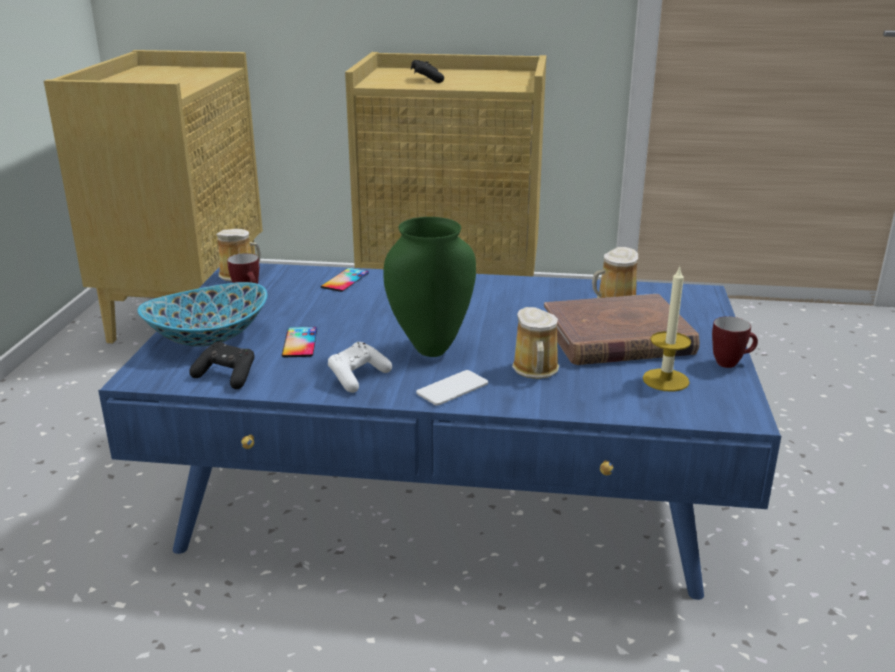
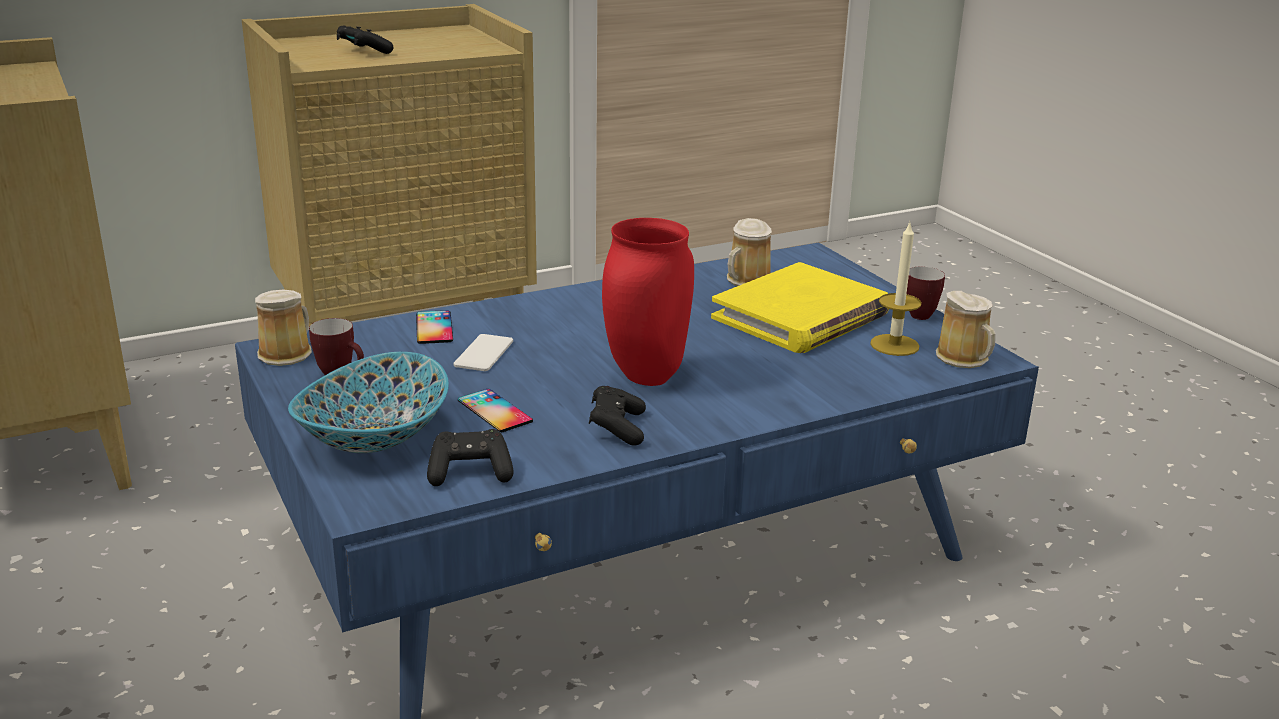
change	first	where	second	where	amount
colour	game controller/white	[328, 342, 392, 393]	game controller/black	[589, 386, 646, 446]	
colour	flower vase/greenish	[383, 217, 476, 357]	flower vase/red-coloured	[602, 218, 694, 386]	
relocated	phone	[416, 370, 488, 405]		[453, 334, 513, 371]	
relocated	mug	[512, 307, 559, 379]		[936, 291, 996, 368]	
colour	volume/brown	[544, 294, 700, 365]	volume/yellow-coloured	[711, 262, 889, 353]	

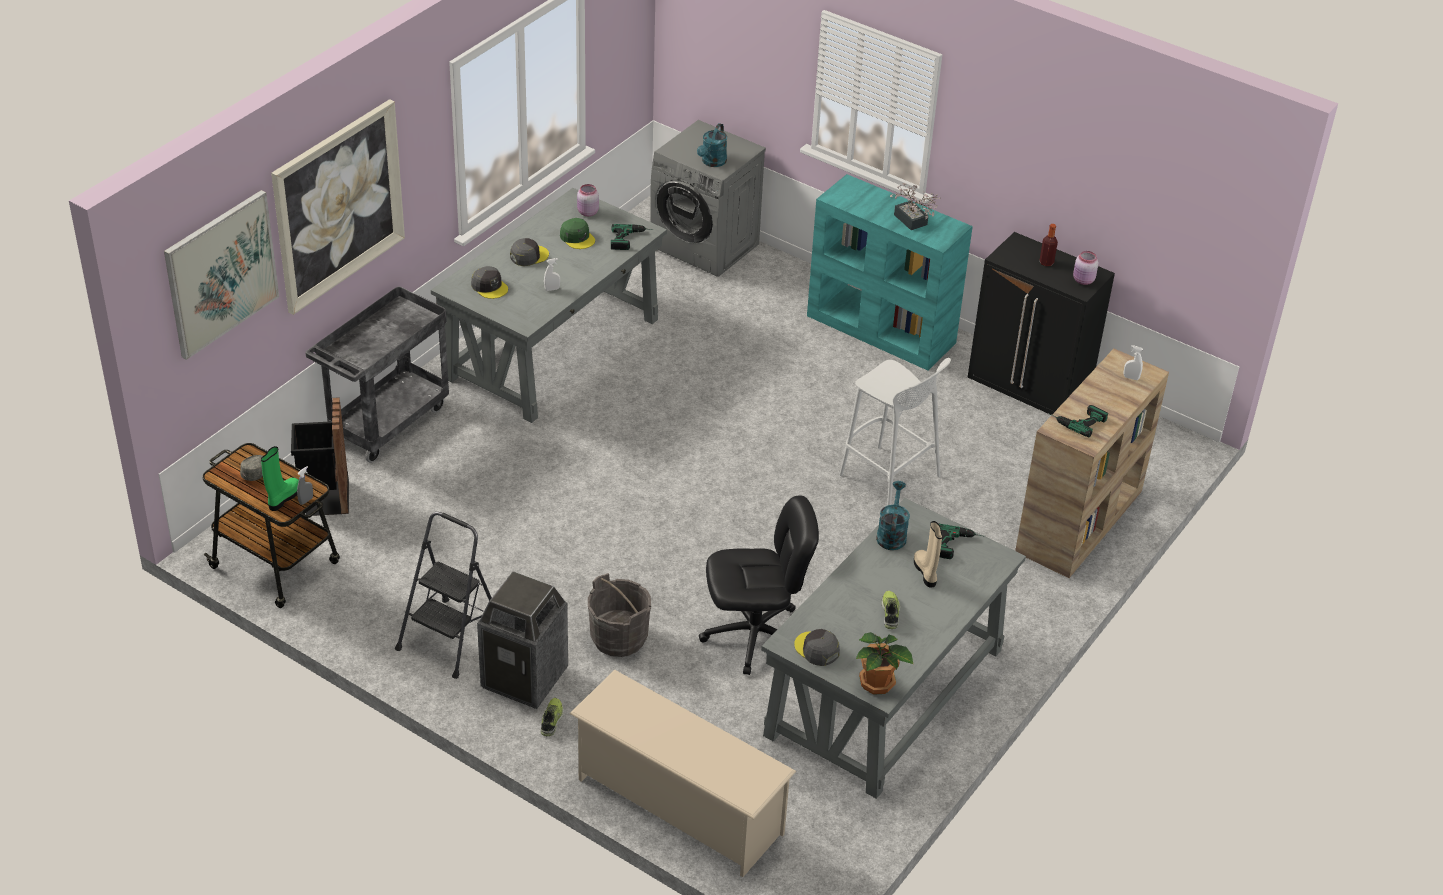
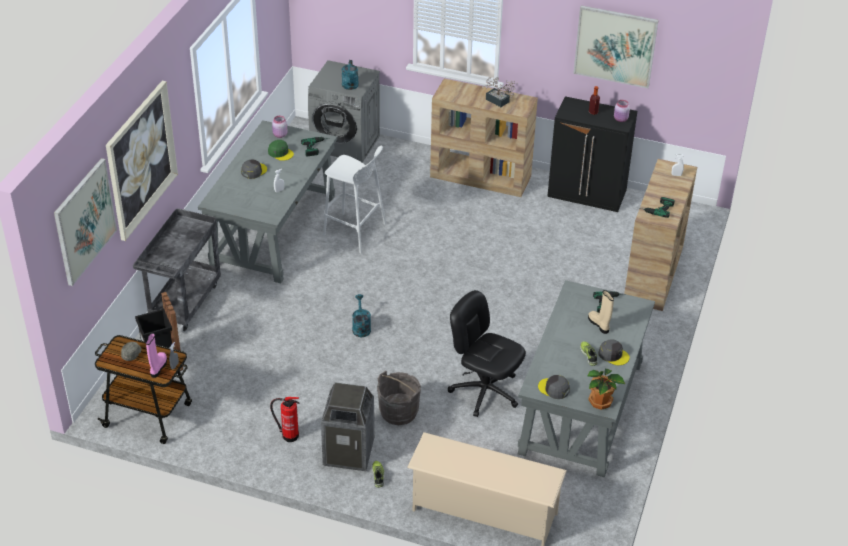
change	first	where	second	where	amount
colour	tall boot/greenish	[261, 446, 299, 511]	tall boot/pink	[146, 333, 167, 378]	
exchanged	stepladder/black	[395, 512, 492, 679]	extinguisher	[270, 397, 299, 442]	
relocated	peaked cap/greyish	[471, 266, 508, 299]		[598, 339, 630, 365]	
spun	computer chair/black	[699, 495, 819, 675]		[448, 290, 526, 417]	120 degrees counterclockwise
colour	bookshelf/blue-green	[807, 174, 973, 371]	bookshelf/brown	[430, 79, 538, 197]	
relocated	stool/white	[839, 358, 951, 505]		[323, 146, 386, 253]	
relocated	watering pot/blue-green	[876, 481, 910, 550]		[352, 294, 371, 337]	
appeared			wall picture	[573, 5, 659, 88]	

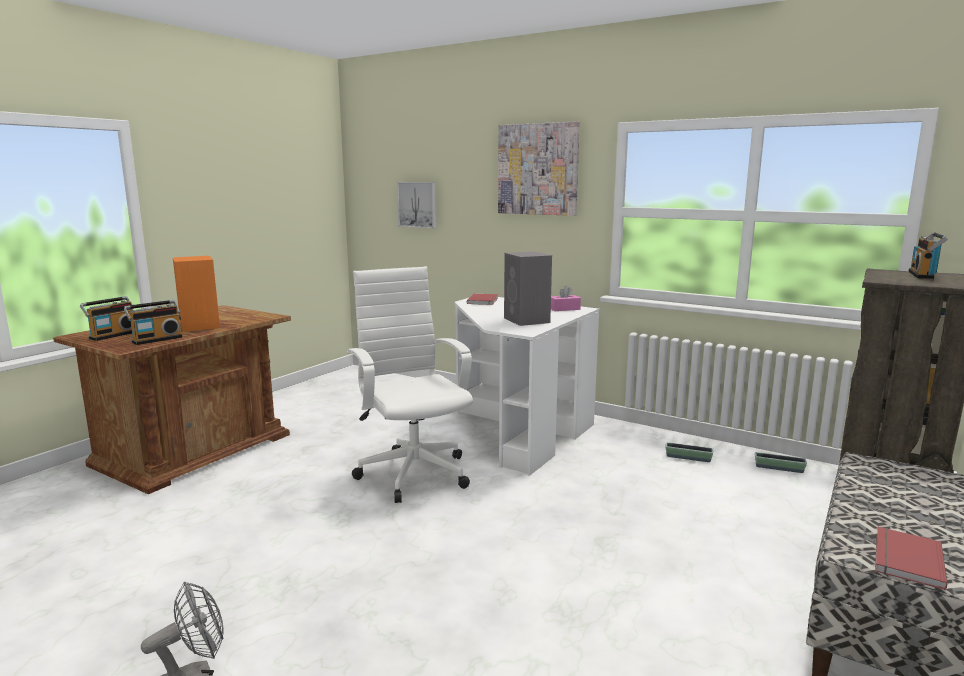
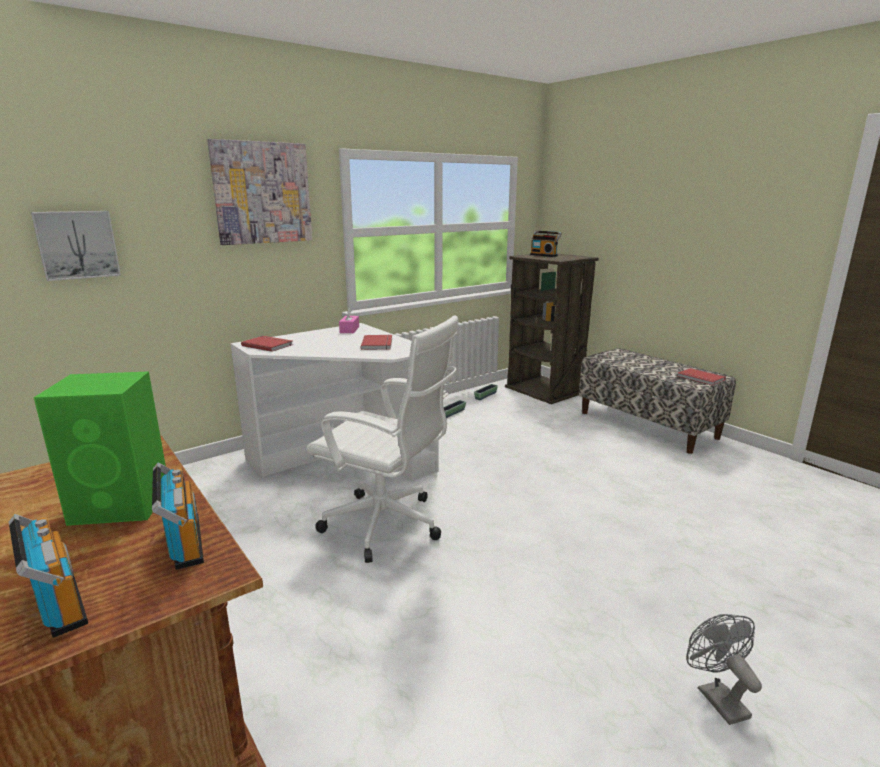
change	first	where	second	where	amount
colour	loudspeaker/orange-coloured	[173, 256, 220, 332]	loudspeaker/greenish	[34, 371, 166, 526]	
spun	computer chair/white	[347, 266, 473, 503]		[306, 315, 458, 563]	150 degrees counterclockwise
exchanged	loudspeaker/greyish	[504, 251, 552, 326]	volume/red-coloured	[360, 335, 392, 350]	

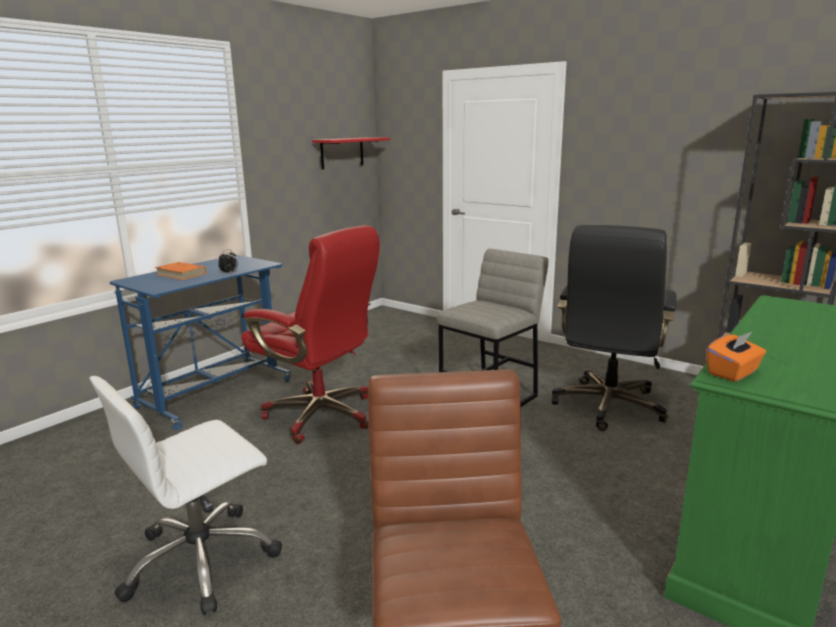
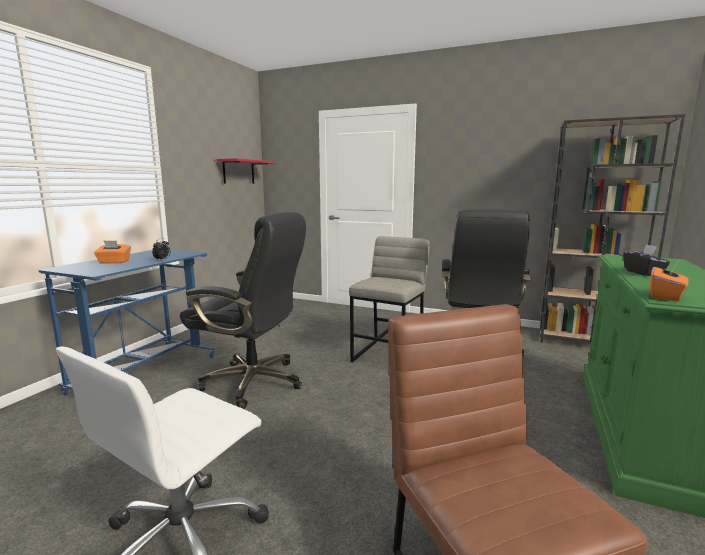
change	first	where	second	where	amount
exchanged	volume/orange-coloured	[155, 262, 206, 280]	tissue box/orange-coloured	[94, 240, 131, 264]	
colour	computer chair/red-coloured	[241, 225, 380, 444]	computer chair/black	[180, 212, 306, 409]	
appeared			tissue box/black	[623, 244, 670, 276]	

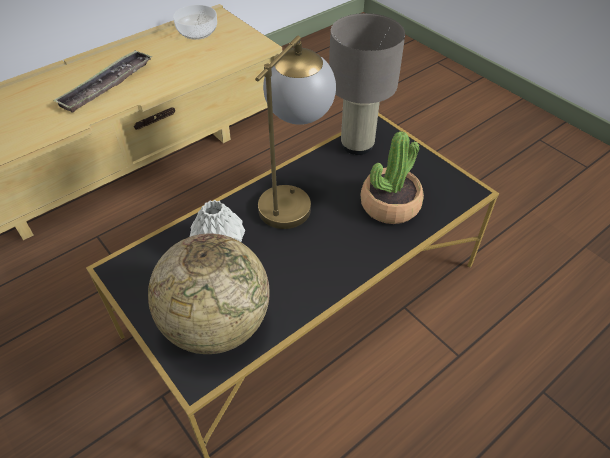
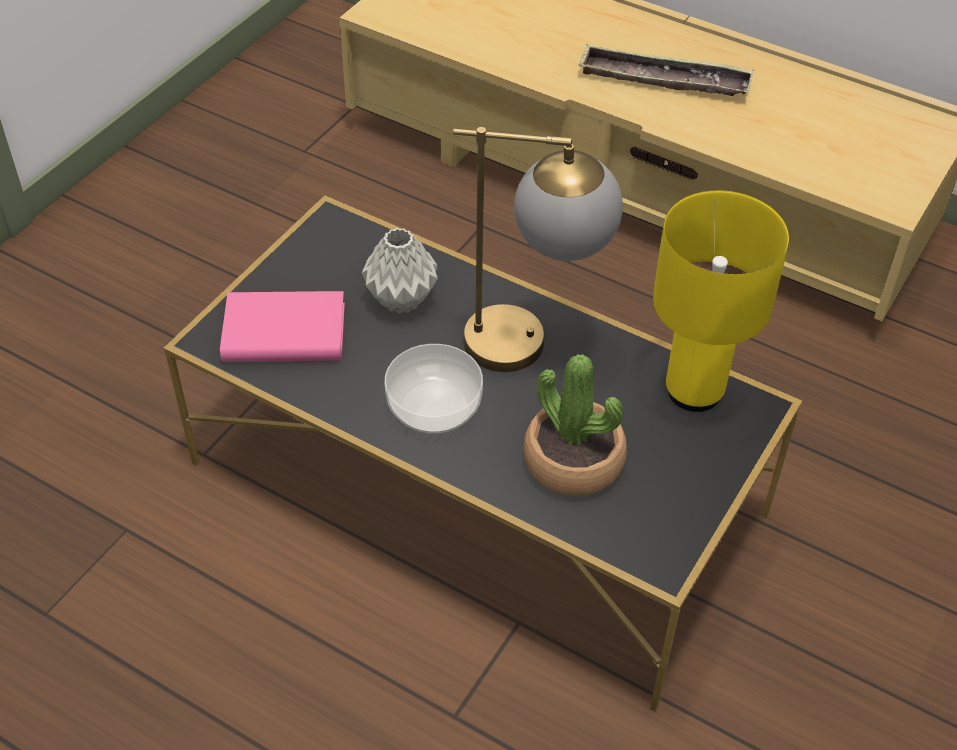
change	first	where	second	where	amount
exchanged	desk globe	[148, 233, 270, 354]	volume/pink	[220, 291, 345, 362]	
relocated	serving bowl	[173, 5, 217, 40]		[384, 344, 483, 433]	
colour	table lamp/greyish	[329, 13, 405, 155]	table lamp/yellow-coloured	[653, 190, 789, 412]	

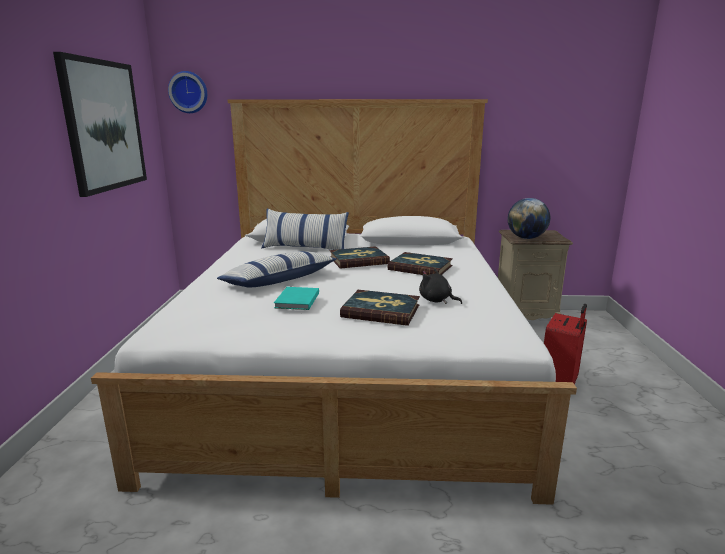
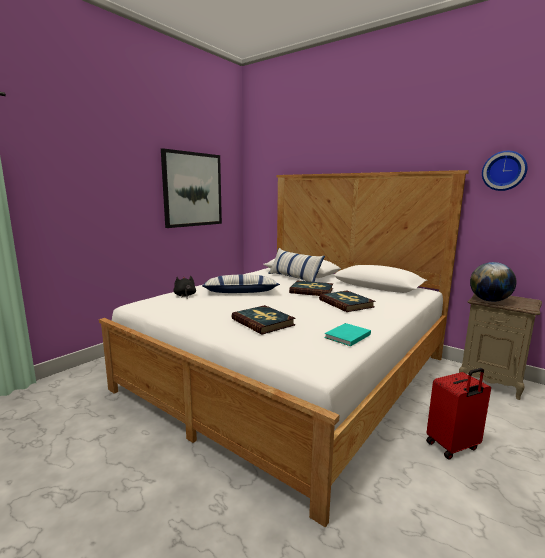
change	first	where	second	where	amount
relocated	clock on the wall	[168, 71, 207, 113]		[482, 151, 528, 191]	
relocated	volume/blue-green	[274, 287, 319, 310]		[324, 323, 371, 346]	
relocated	cuddly toy/black	[419, 268, 462, 304]		[173, 276, 196, 298]	

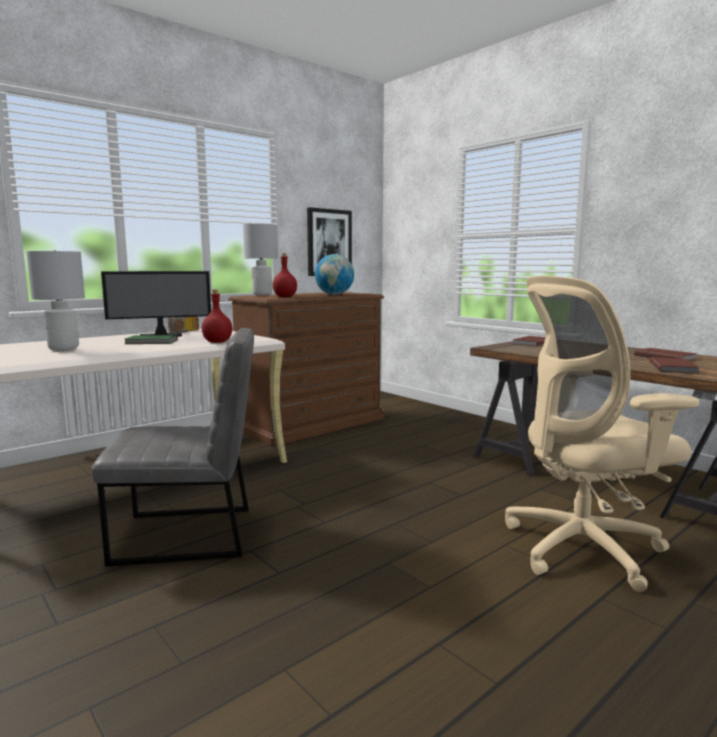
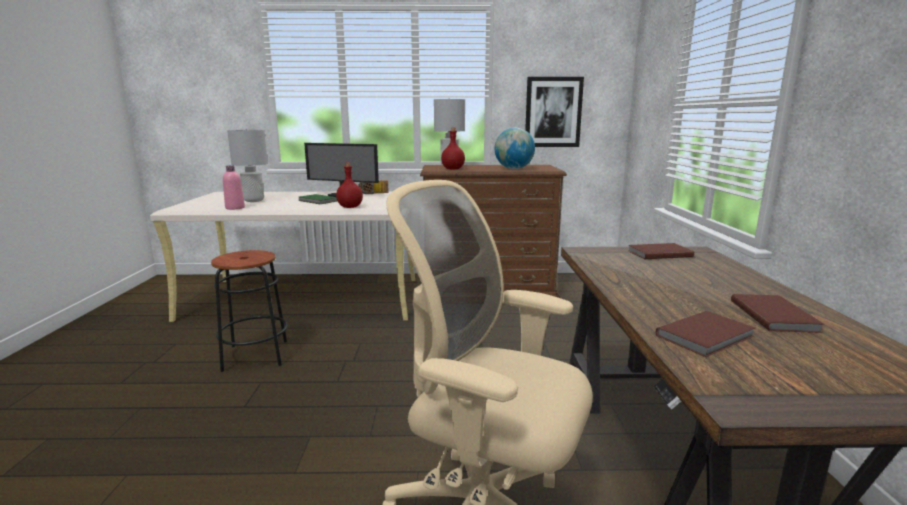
change	first	where	second	where	amount
exchanged	upright chair/greyish	[92, 328, 254, 567]	stool/black	[211, 250, 288, 372]	
appeared			bottle/pink	[223, 166, 245, 210]	

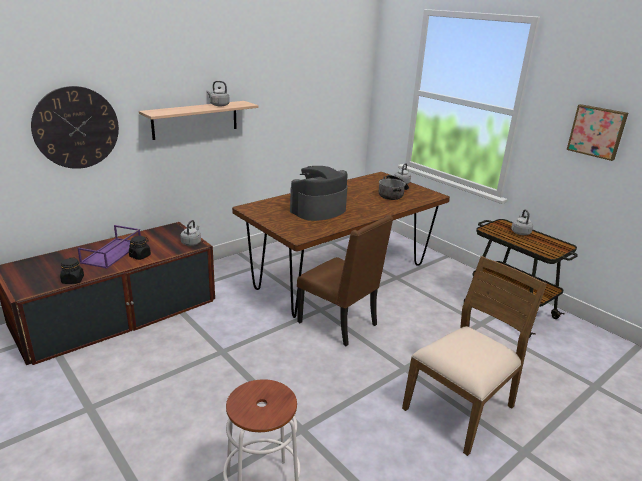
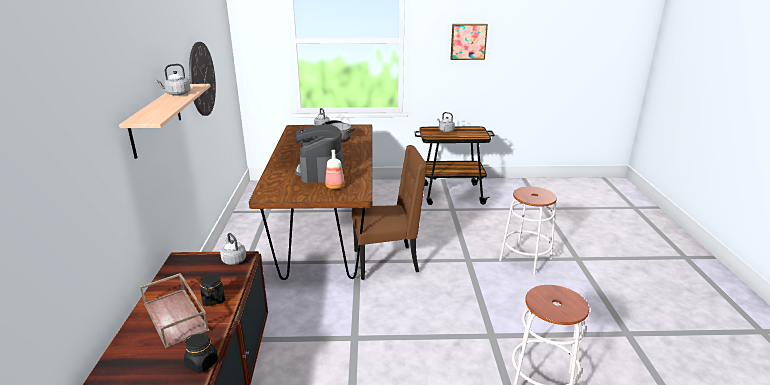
change	first	where	second	where	amount
relocated	clock on the wall	[31, 86, 119, 169]		[189, 42, 216, 116]	
colour	carrying tray/purple-coloured	[77, 225, 141, 269]	carrying tray/brown	[140, 273, 209, 348]	
exchanged	upright chair/brown	[402, 256, 547, 456]	stool/white	[499, 186, 557, 275]	
appeared			bottle	[325, 150, 345, 189]	

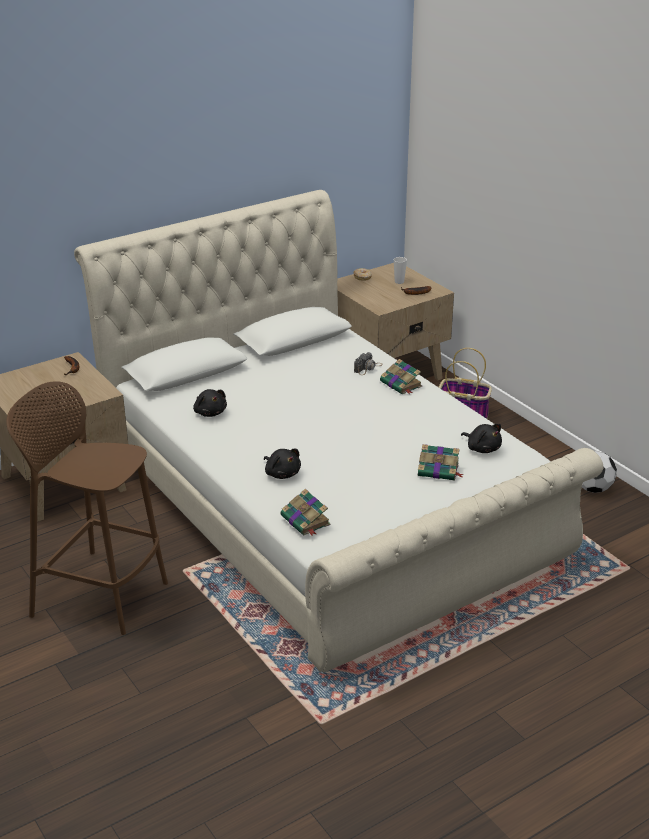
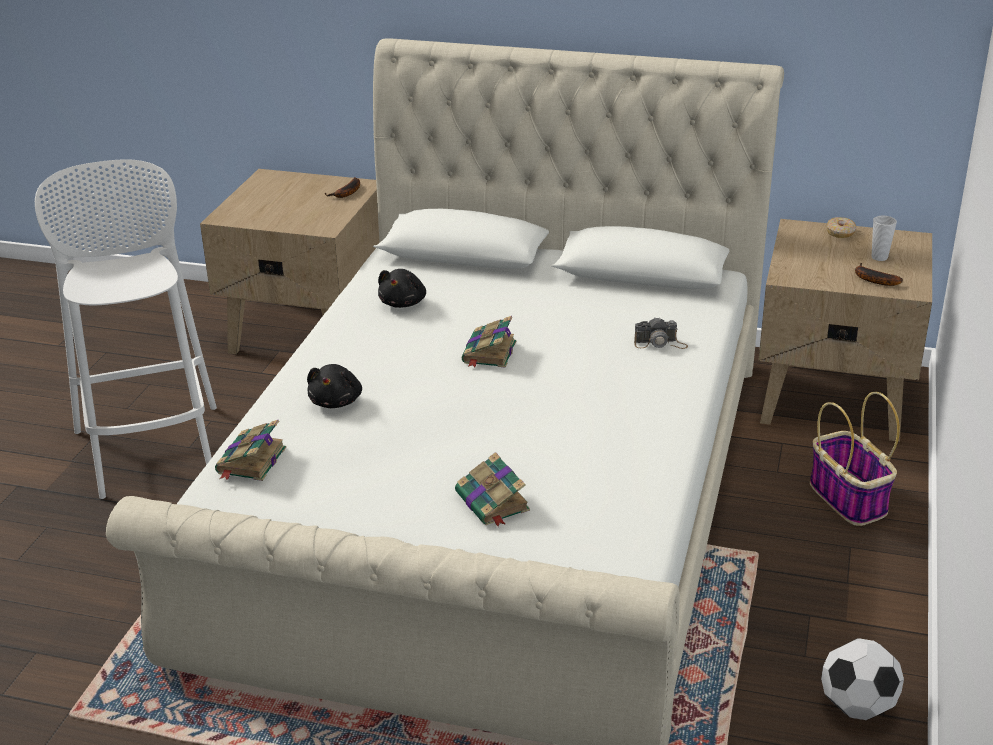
change	first	where	second	where	amount
colour	stool/brown	[6, 381, 168, 635]	stool/white	[35, 159, 217, 499]	
relocated	volume	[380, 359, 422, 394]		[462, 316, 516, 368]	
missing	cuddly toy/black	[461, 424, 502, 453]			

